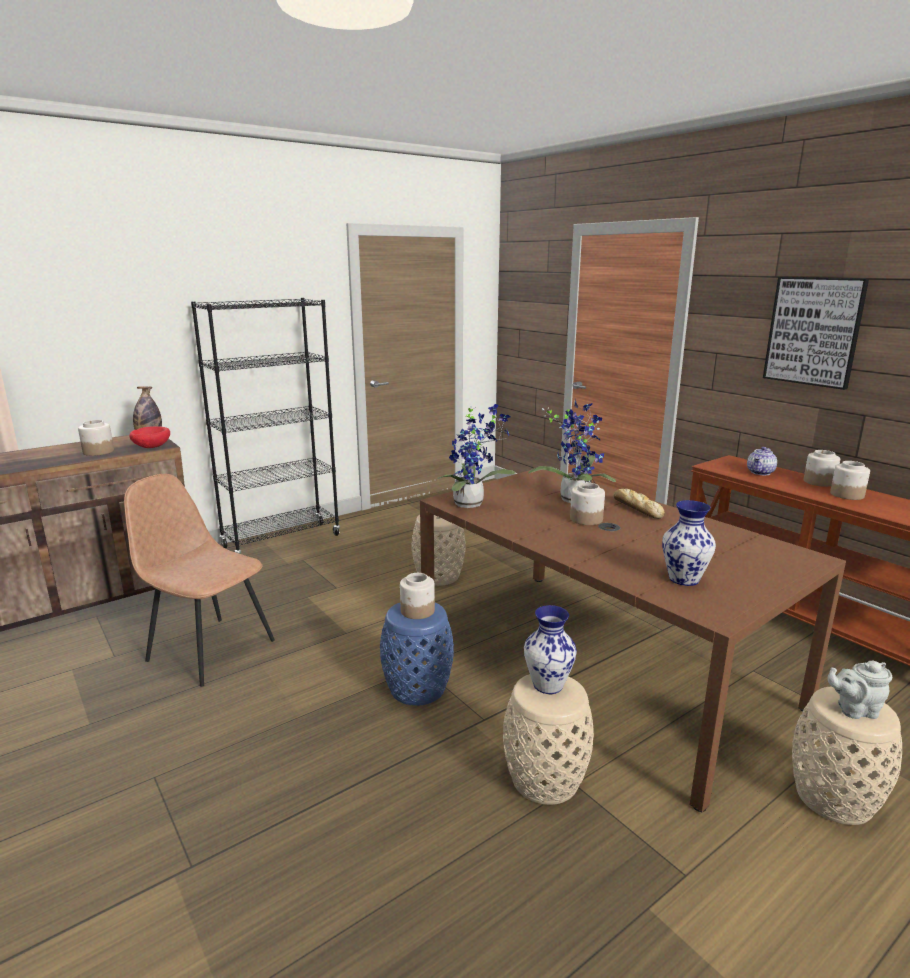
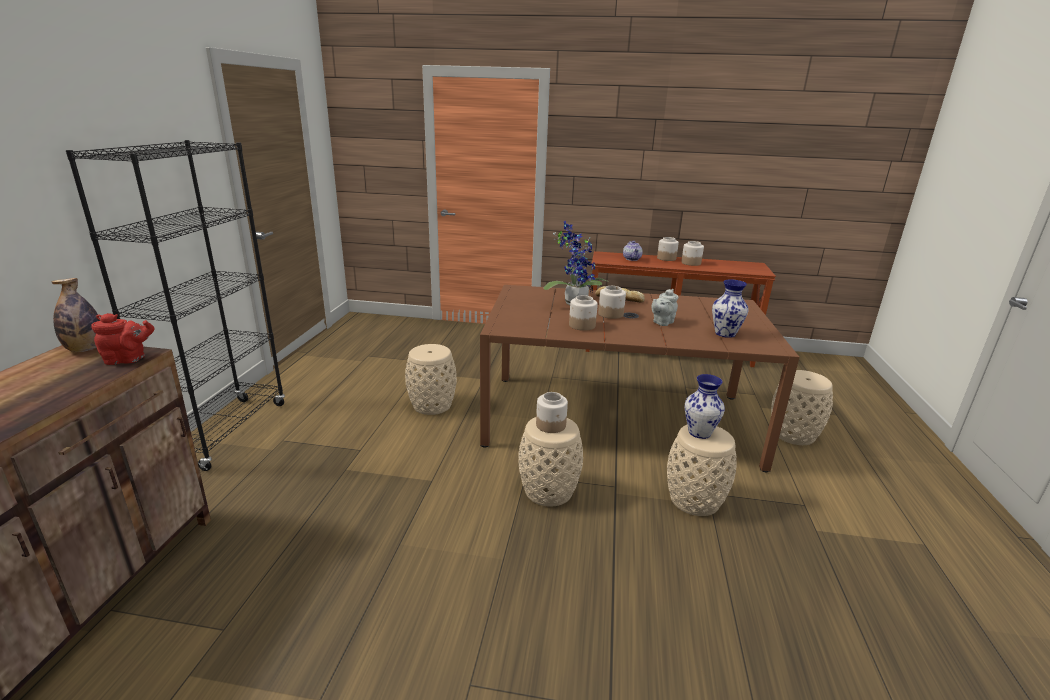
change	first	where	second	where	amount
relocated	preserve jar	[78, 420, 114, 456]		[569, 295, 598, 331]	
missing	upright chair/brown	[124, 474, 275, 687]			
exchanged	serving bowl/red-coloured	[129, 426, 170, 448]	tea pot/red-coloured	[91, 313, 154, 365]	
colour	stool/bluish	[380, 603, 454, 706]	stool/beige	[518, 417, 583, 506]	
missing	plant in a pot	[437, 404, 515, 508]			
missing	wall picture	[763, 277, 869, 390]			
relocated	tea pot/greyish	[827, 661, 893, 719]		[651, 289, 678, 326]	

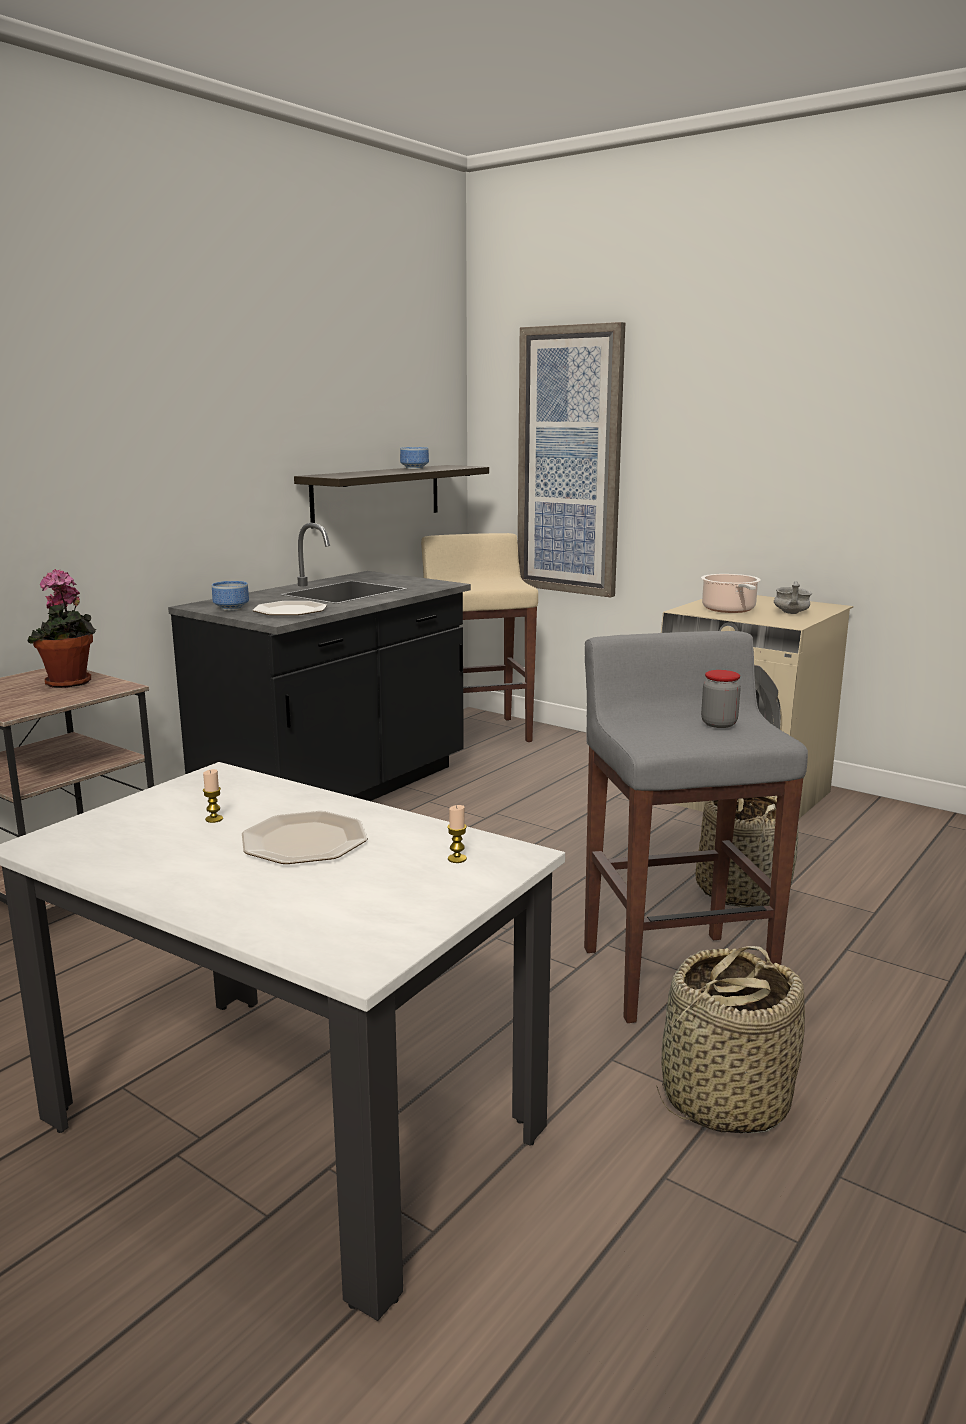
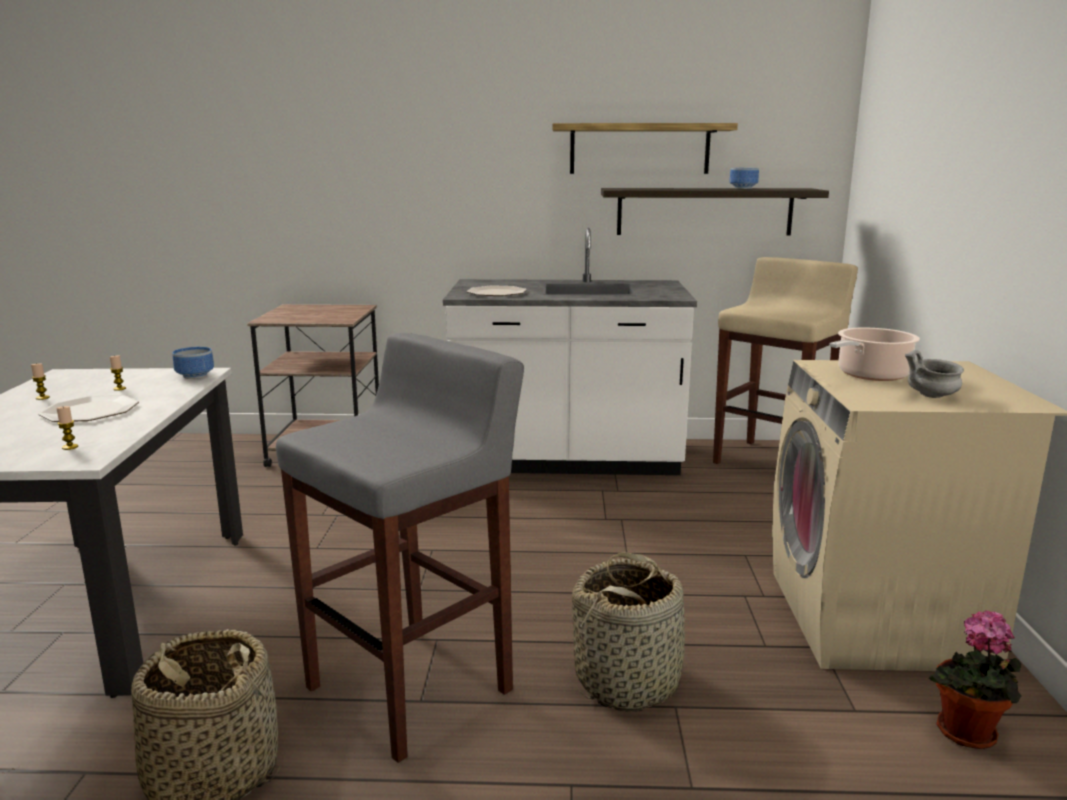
change	first	where	second	where	amount
relocated	plant in a pot	[27, 569, 96, 688]		[929, 611, 1022, 749]	
colour	counter/black	[168, 523, 471, 801]	counter/white	[443, 228, 697, 475]	
relocated	serving bowl	[212, 581, 249, 611]		[172, 347, 214, 379]	
missing	wall picture	[518, 322, 625, 597]			
missing	preserve jar	[701, 670, 741, 728]			
appeared			wax light	[31, 363, 50, 400]	
appeared			bracket shelf	[552, 123, 738, 174]	

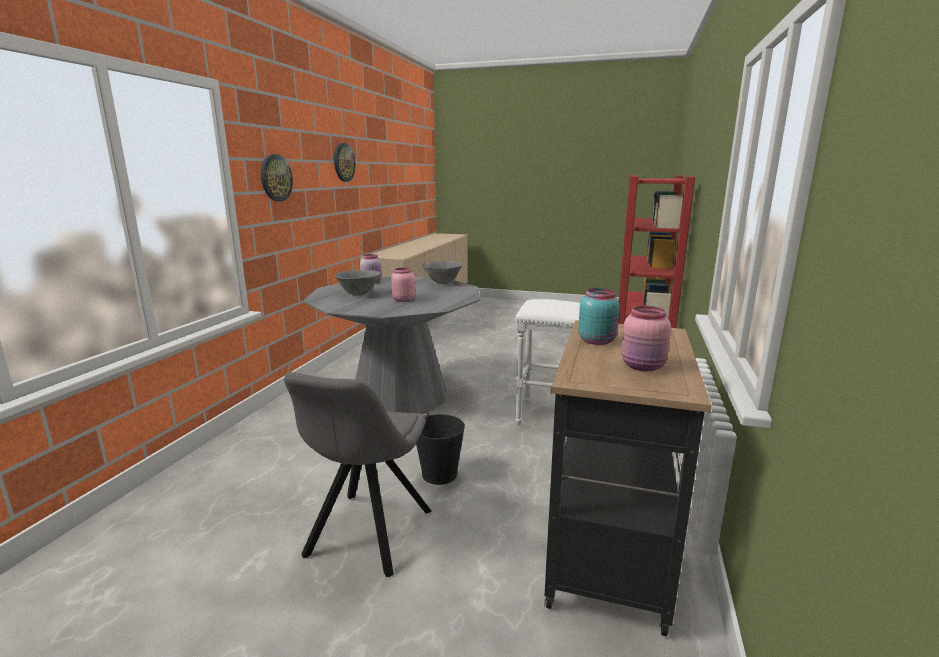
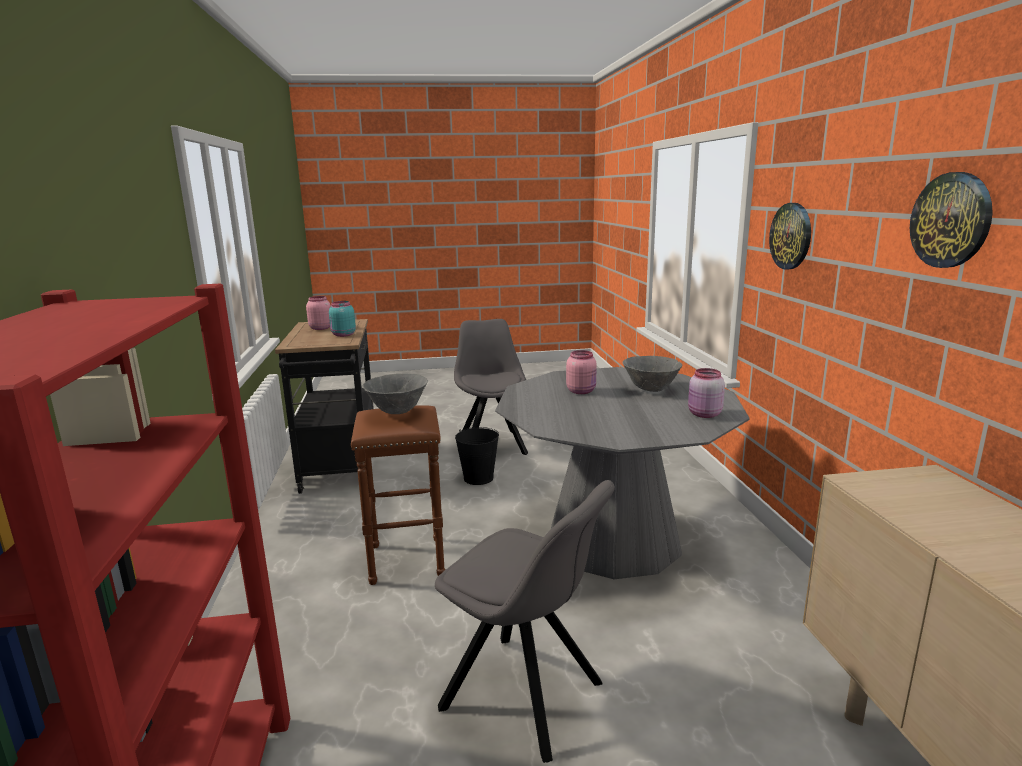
change	first	where	second	where	amount
relocated	serving bowl/greyish	[422, 261, 463, 284]		[363, 373, 428, 414]	
colour	stool/white	[515, 299, 580, 425]	stool/brown	[351, 405, 445, 585]	
appeared			upright chair/greyish	[435, 480, 615, 763]	

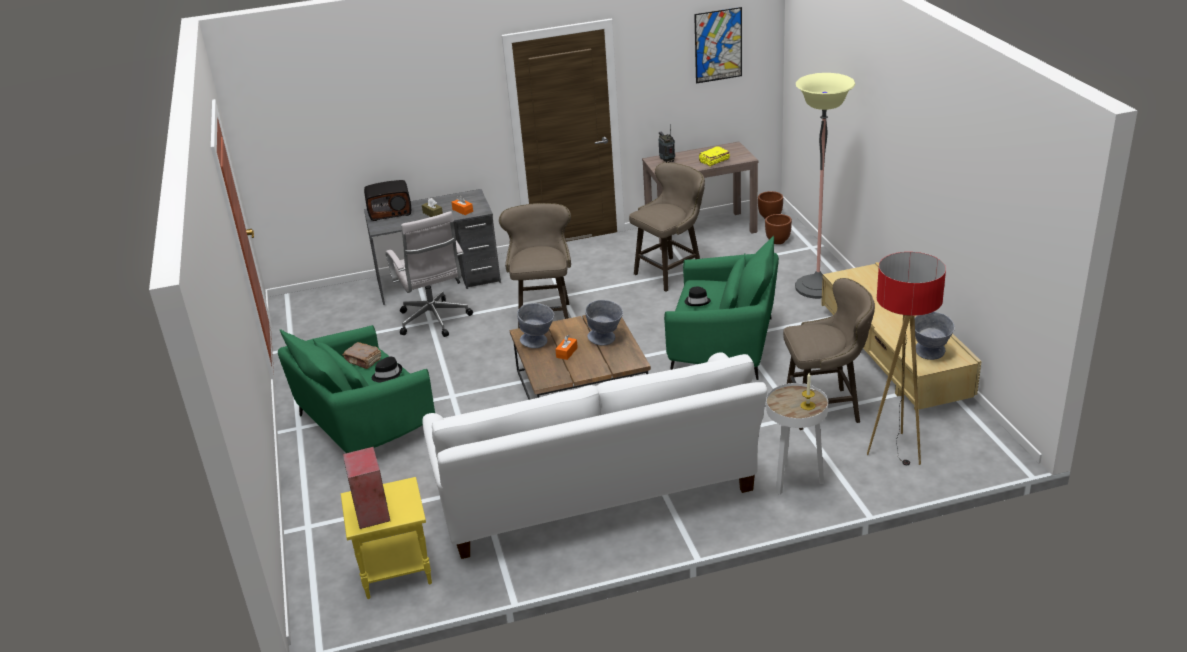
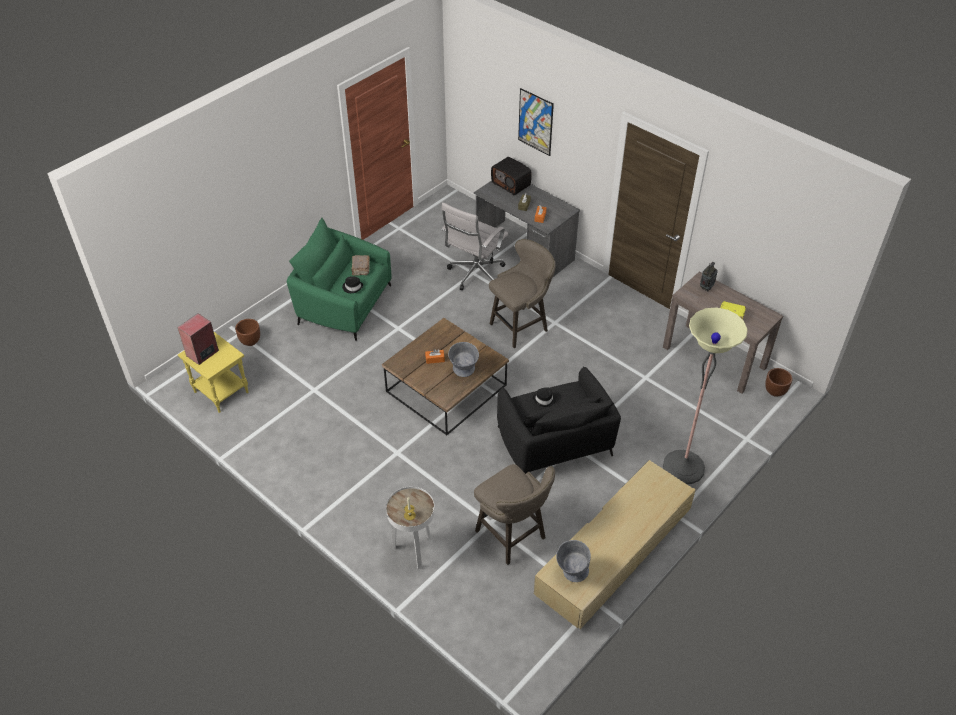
change	first	where	second	where	amount
missing	settee/white	[422, 352, 767, 559]			
missing	serving bowl/greyish	[517, 303, 554, 348]			
missing	stool/beige	[629, 162, 705, 292]			
colour	armchair/greenish	[664, 236, 779, 380]	armchair/black	[497, 367, 621, 474]	
relocated	wall picture	[694, 7, 742, 84]		[518, 88, 554, 156]	
relocated	plant pot/brown	[765, 214, 792, 244]		[235, 319, 260, 346]	
missing	standard lamp	[867, 252, 946, 465]			

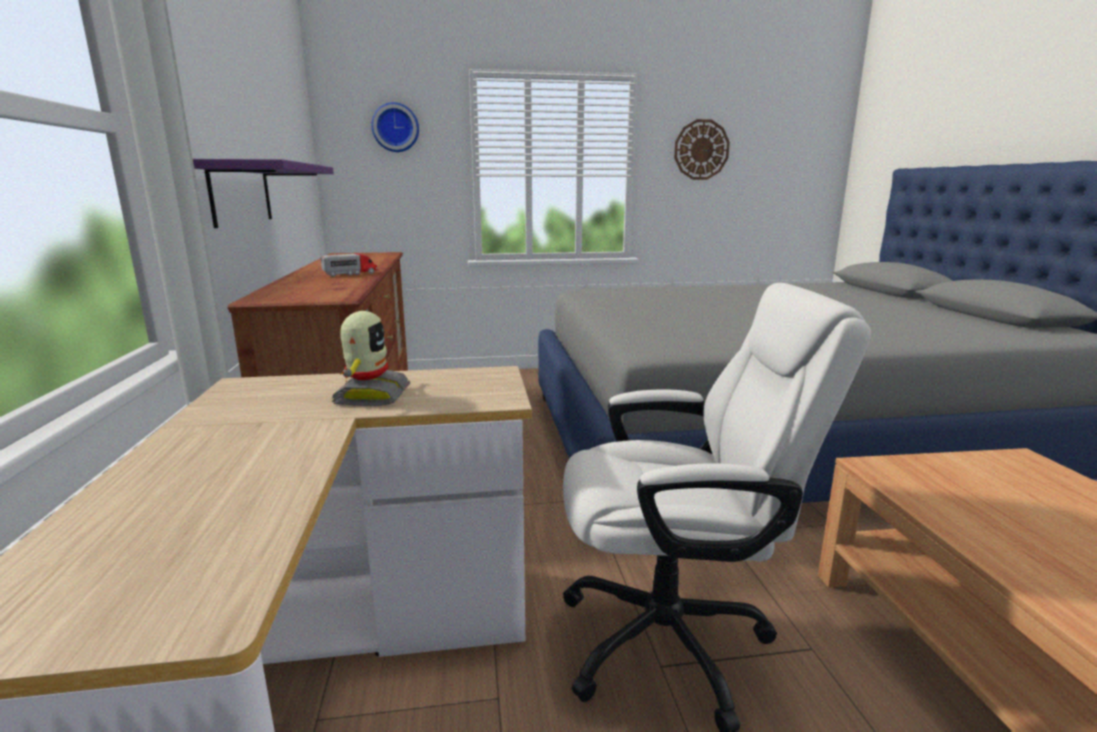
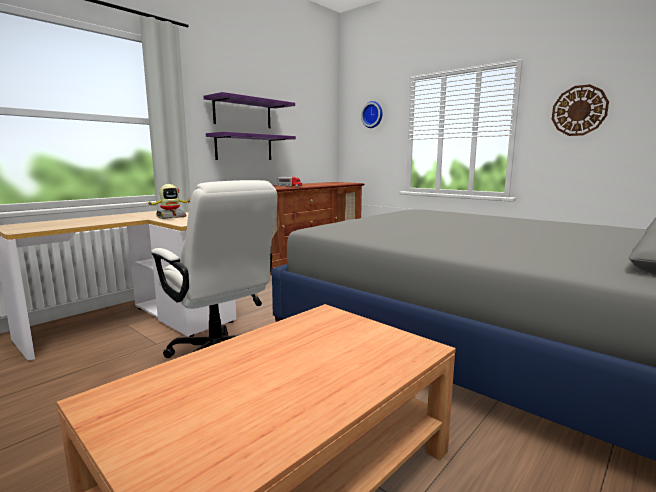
change	first	where	second	where	amount
appeared			bracket shelf/purple-coloured	[204, 92, 295, 128]	

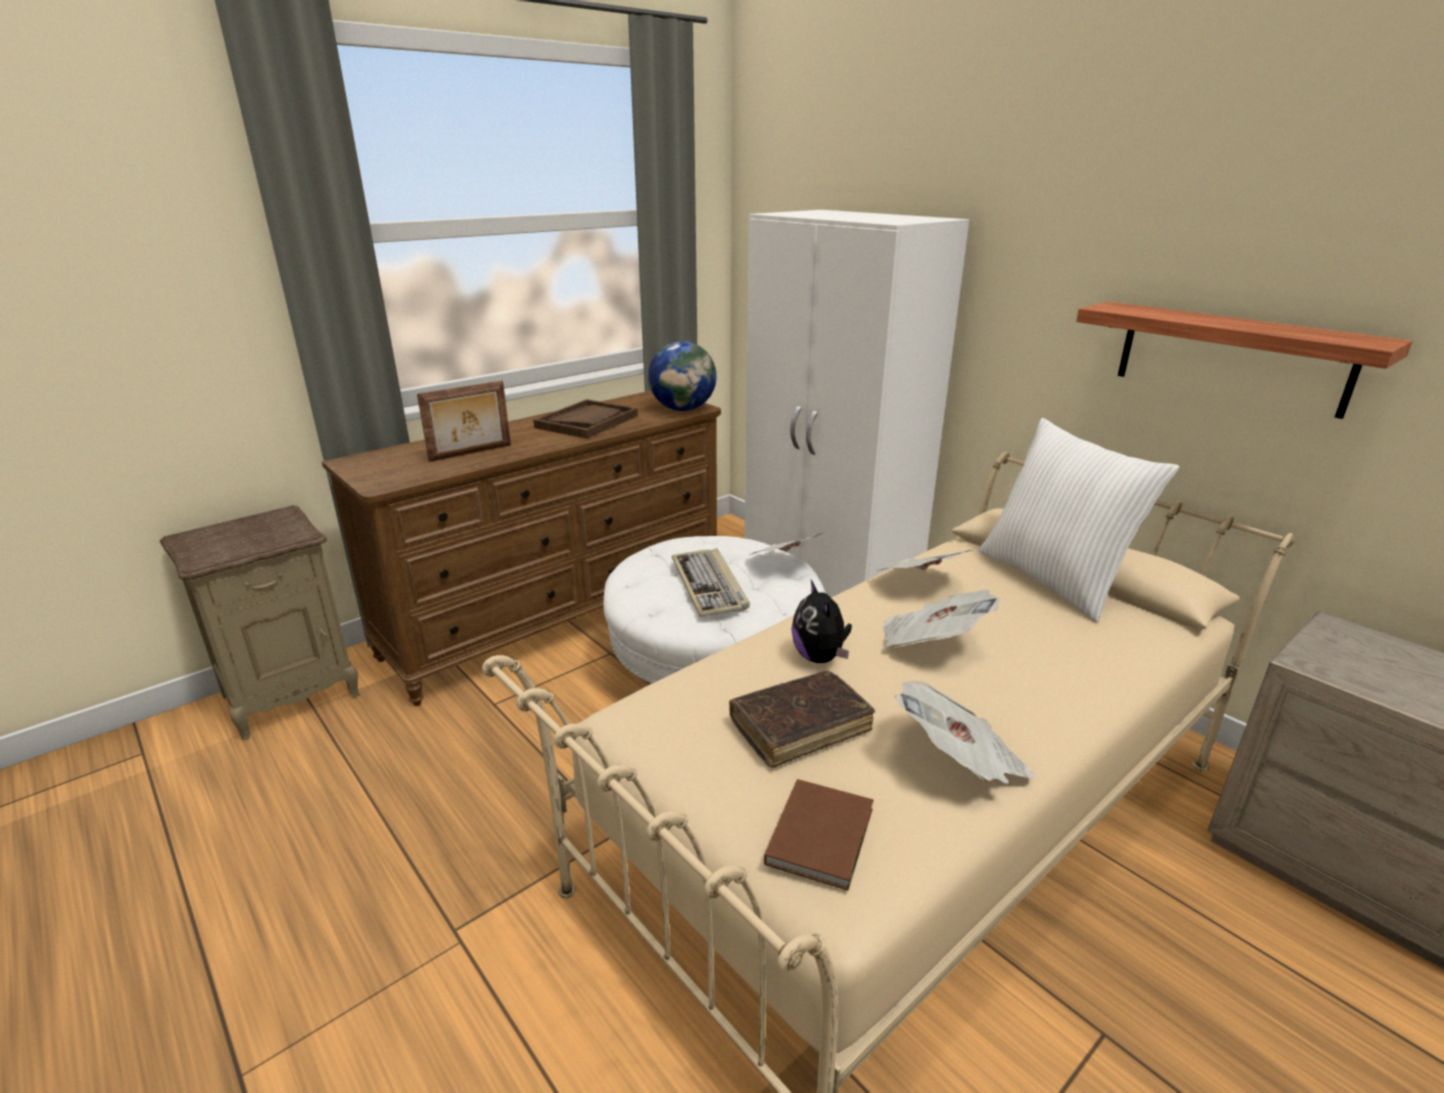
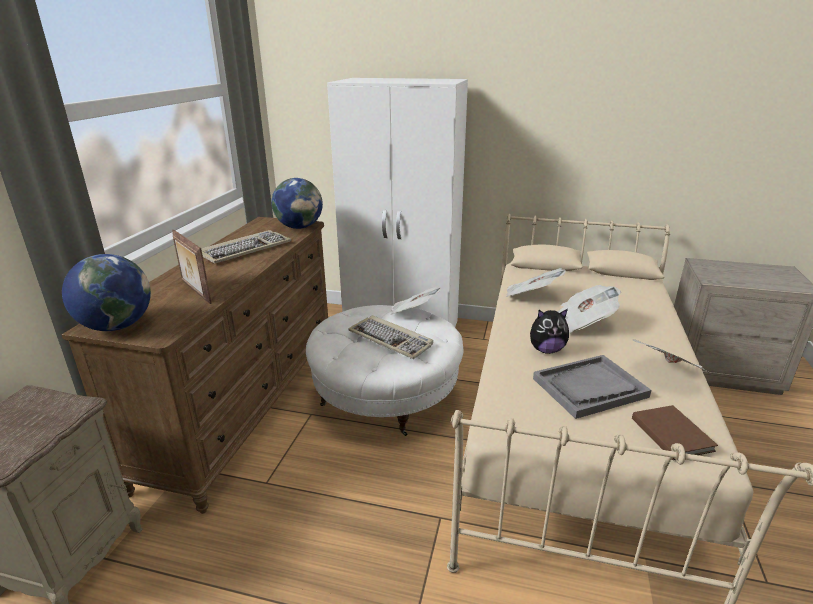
change	first	where	second	where	amount
spun	photo frame	[417, 380, 511, 462]		[172, 230, 212, 304]	120 degrees clockwise
exchanged	carrying tray/brown	[533, 399, 638, 439]	keyboard	[201, 230, 291, 264]	
exchanged	volume/brown	[729, 671, 875, 768]	carrying tray/greyish	[533, 355, 651, 419]	
spun	cuddly toy	[791, 580, 852, 663]		[530, 309, 569, 354]	45 degrees counterclockwise
missing	cushion/white	[979, 418, 1179, 623]			
missing	bracket shelf	[1076, 301, 1413, 419]			
appeared			desk globe	[62, 254, 151, 331]	

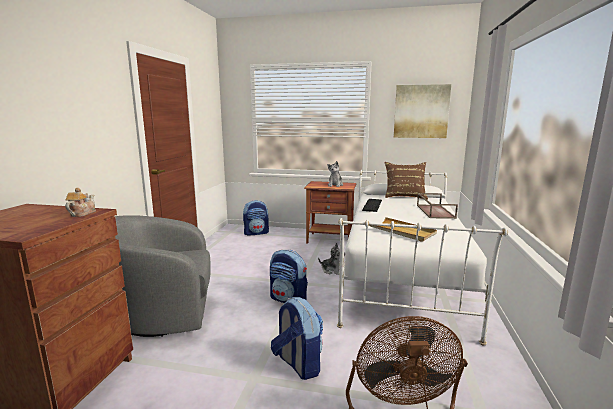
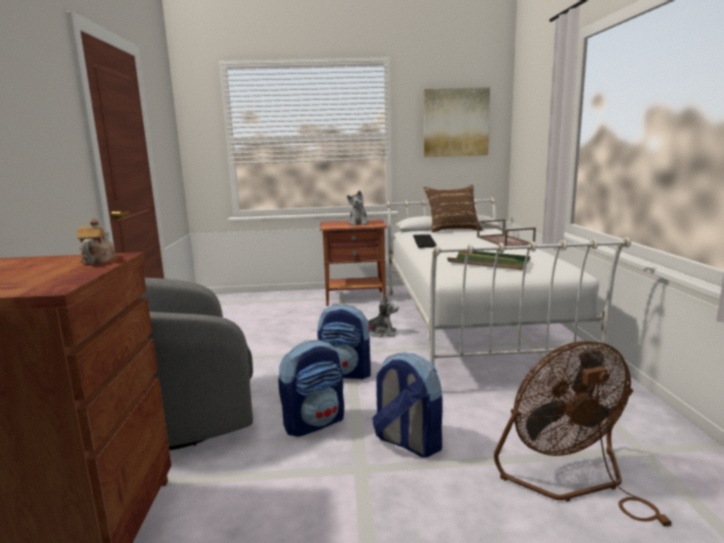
change	first	where	second	where	amount
relocated	rucksack	[243, 200, 269, 236]		[278, 339, 344, 437]	
colour	carrying tray/beige	[369, 217, 437, 242]	carrying tray/greenish	[447, 251, 531, 270]	

